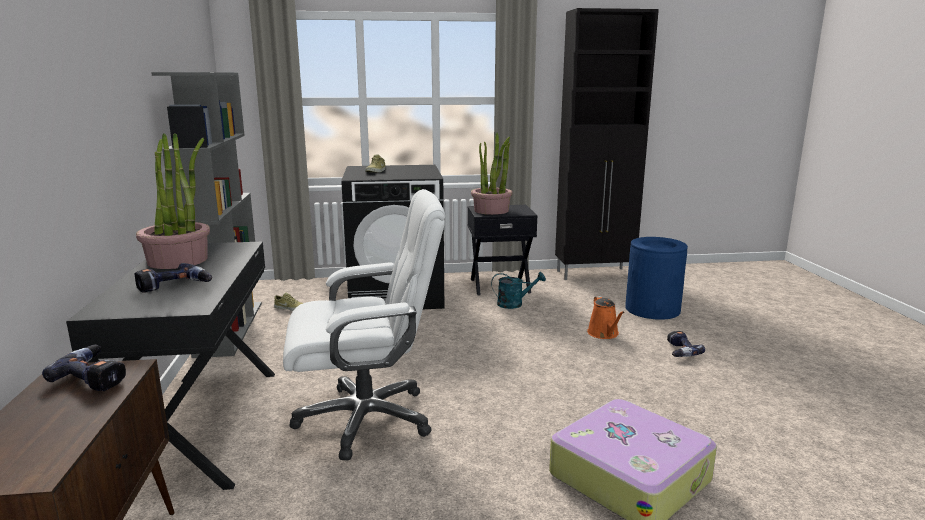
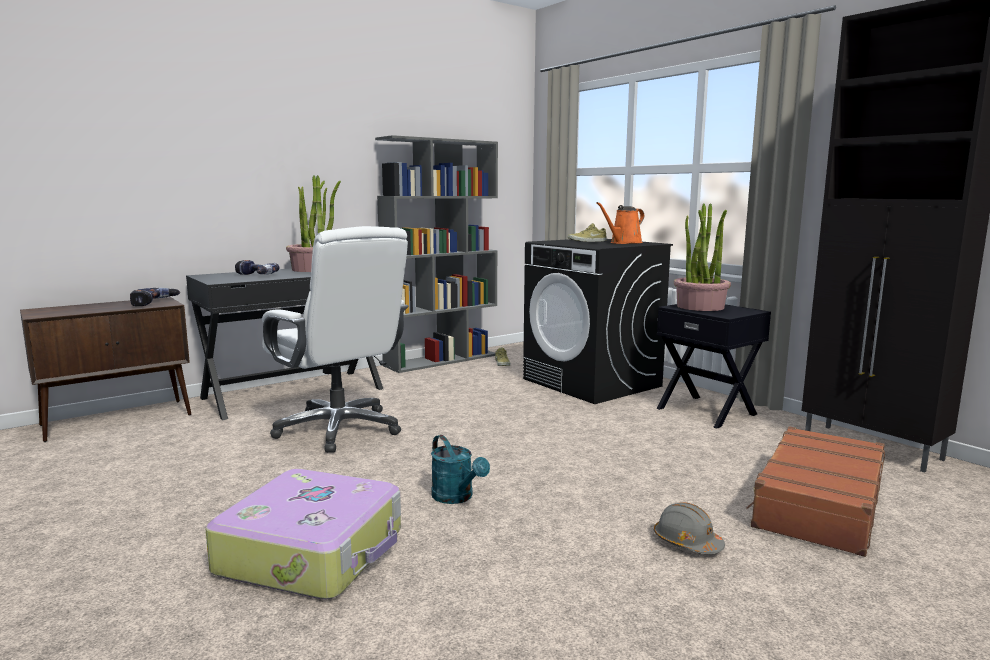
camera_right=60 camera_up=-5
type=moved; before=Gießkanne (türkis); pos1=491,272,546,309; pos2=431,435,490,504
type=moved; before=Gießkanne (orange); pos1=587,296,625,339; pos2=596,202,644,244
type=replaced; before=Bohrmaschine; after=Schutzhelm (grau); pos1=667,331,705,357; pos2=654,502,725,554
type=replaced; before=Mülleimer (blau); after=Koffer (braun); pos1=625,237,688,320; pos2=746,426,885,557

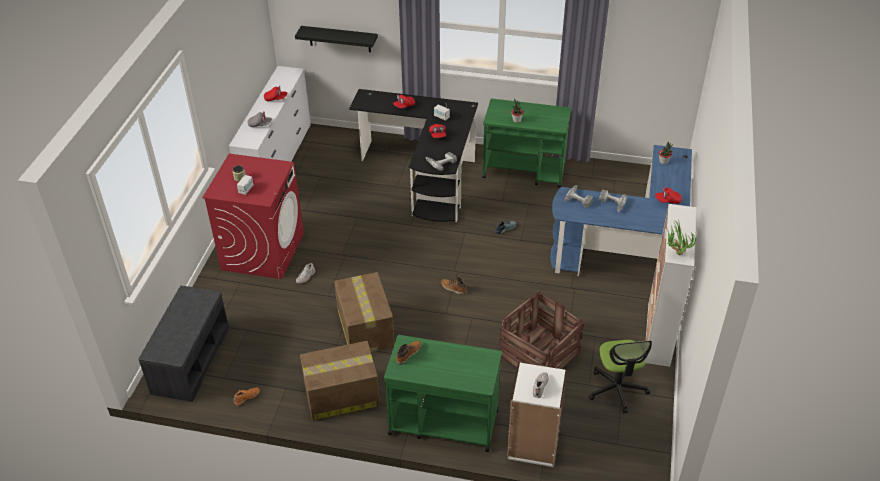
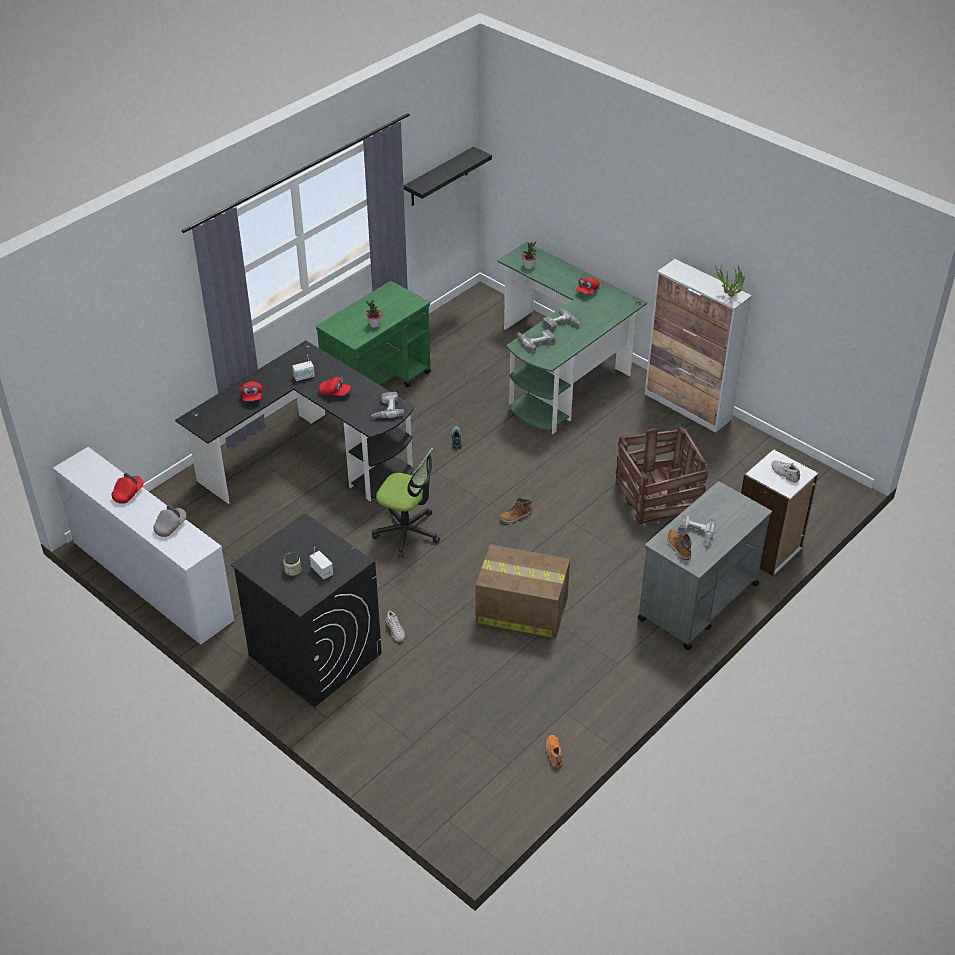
camera_right=-60 camera_up=0
type=recoloured; before=Waschmaschine (rot); after=Waschmaschine (schwarz); pos1=202,154,304,279; pos2=231,513,382,707
type=moved; before=Bürostuhl; pos1=588,340,652,414; pos2=372,448,440,558
type=moved; before=Wandregal (schwarz); pos1=295,26,378,52; pos2=404,147,492,206
type=recoloured; before=Schreibtisch (blau); after=Schreibtisch (grün); pos1=550,145,692,276; pos2=497,242,647,434
type=recoloured; before=Rollwagen (grün); after=Rollwagen (grau); pos1=384,335,502,452; pos2=638,481,772,650
type=added; after=Bohrmaschine; pos2=678,514,715,545
type=removed; before=Bank (grau); pos1=139,286,229,402
type=removed; before=Karton; pos1=300,341,380,421

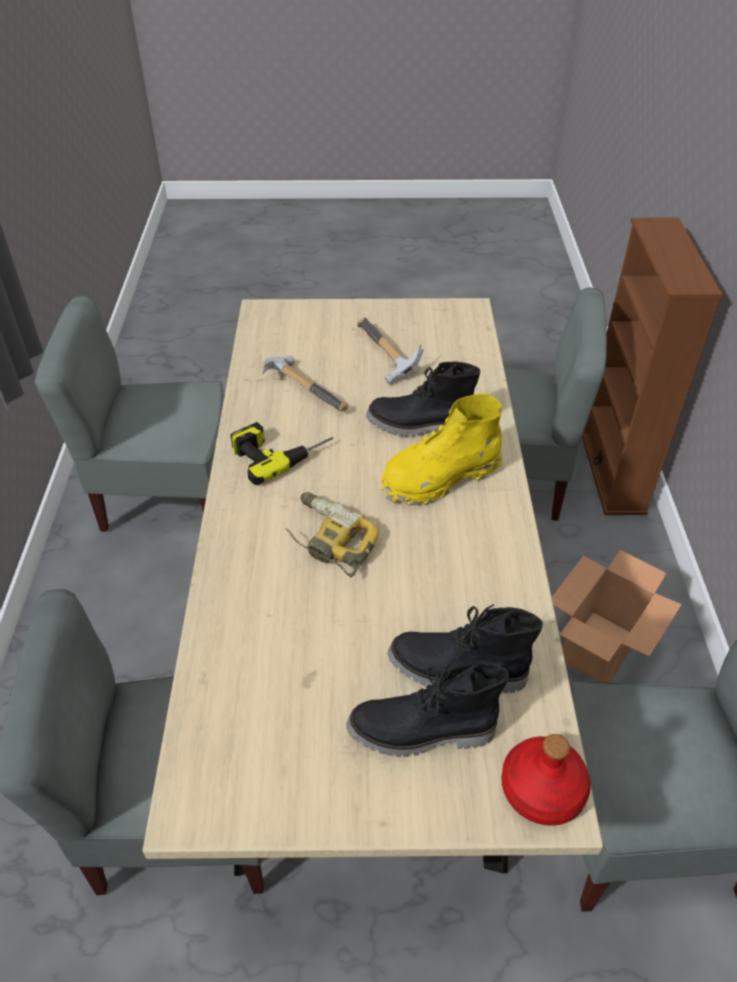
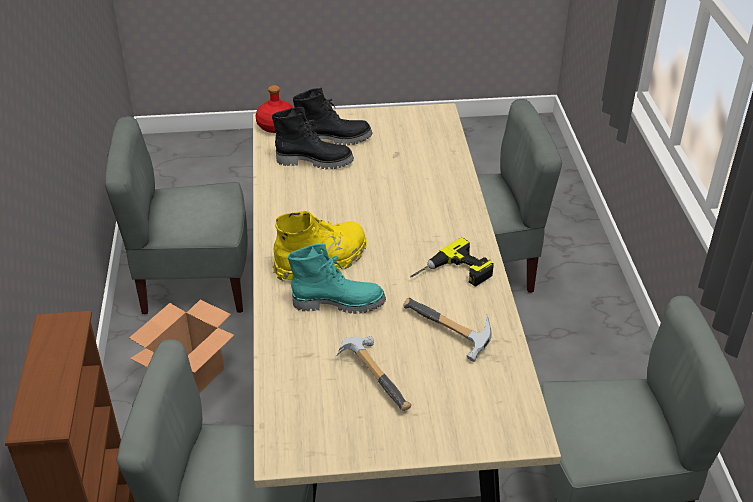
camera_right=175 camera_up=-5
type=recoloured; before=Stiefel (schwarz); after=Stiefel (türkis); pos1=366,361,480,437; pos2=288,244,386,314
type=removed; before=Bohrmaschine; pos1=285,492,379,577

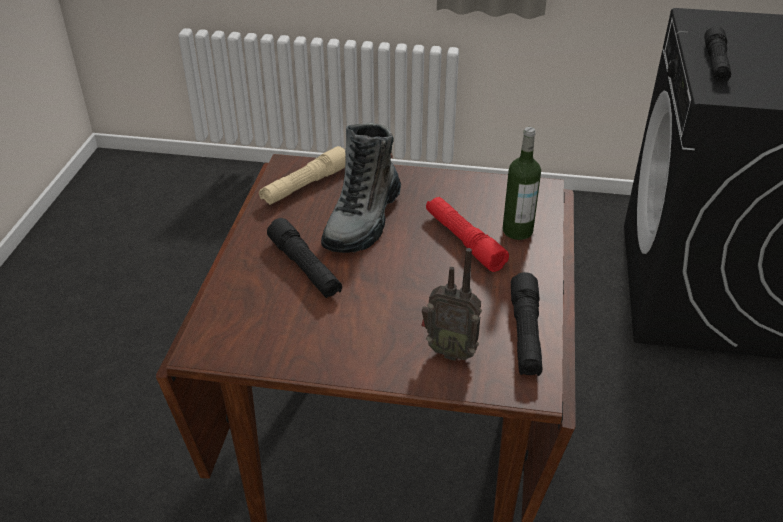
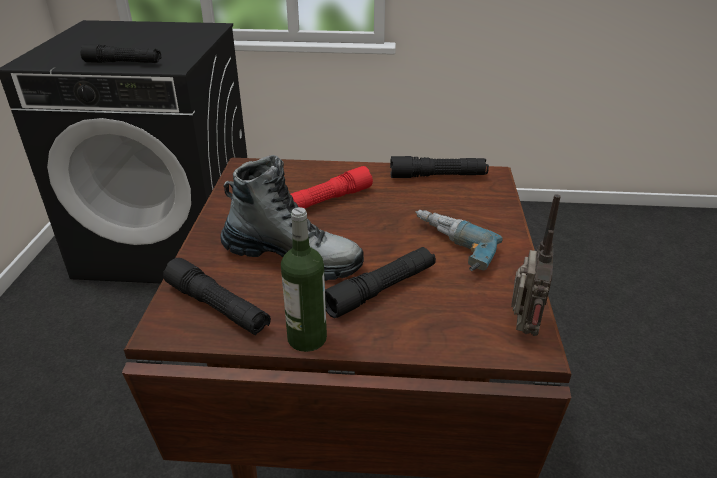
camera_right=-95 camera_up=-5
type=recoloured; before=Taschenlampe (beige); after=Taschenlampe (schwarz); pos1=259,146,346,205; pos2=163,258,271,335
type=moved; before=Flasche; pos1=502,127,541,240; pos2=281,207,327,352
type=added; after=Bohrmaschine; pos2=415,210,502,271
type=moved; before=Radio; pos1=422,248,482,361; pos2=511,194,561,336

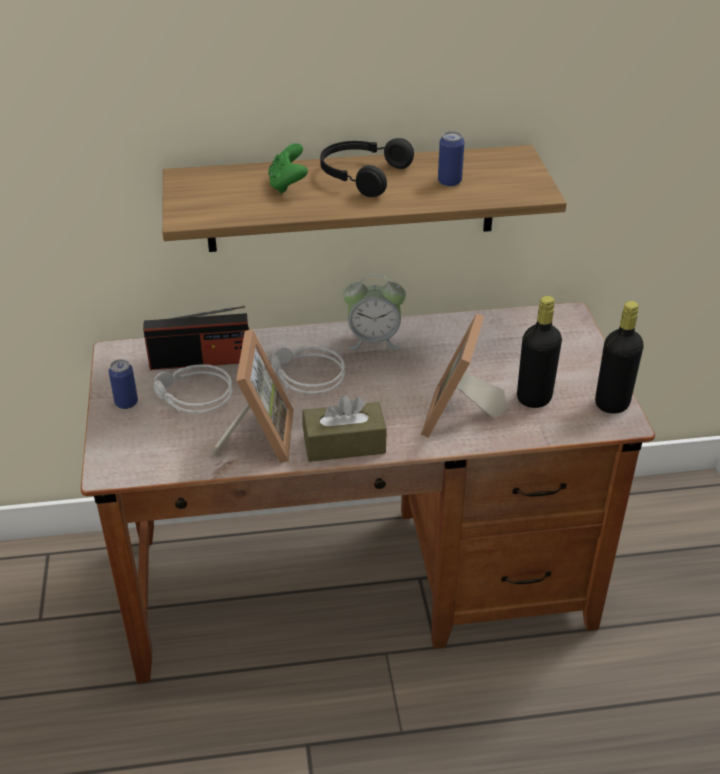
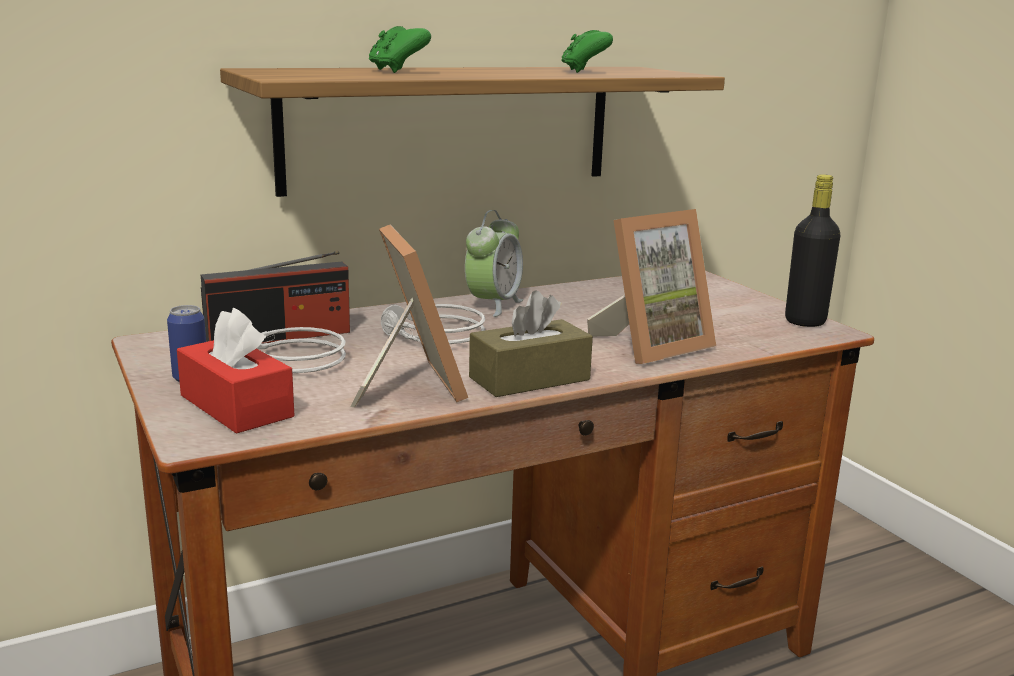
camera_right=-20 camera_up=-20
type=added; after=Taschentuchbox (rot); pos2=177,308,294,434
type=turned; before=Wecker; pos1=343,274,406,349; pos2=465,210,523,317; turn=-45
type=replaced; before=Dose; after=Gamepad (grün); pos1=438,131,464,187; pos2=561,30,613,73
type=turned; before=Bilderrahmen; pos1=421,313,507,438; pos2=587,209,716,364; turn=-120
type=removed; before=Kopfhörer (schwarz); pos1=320,138,414,197
type=removed; before=Flasche (schwarz); pos1=517,296,562,408

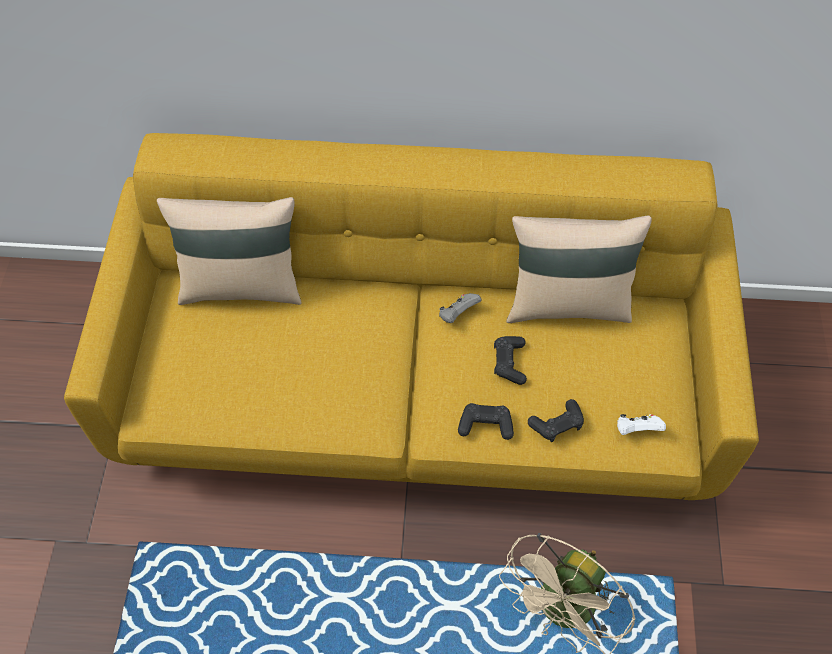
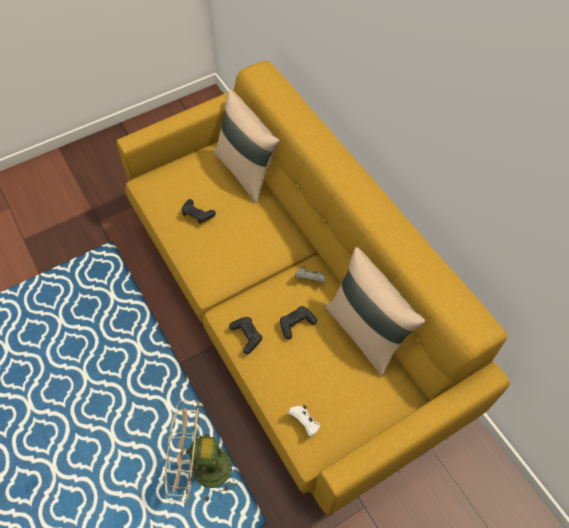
camera_right=55 camera_up=0
type=moved; before=Gamepad (schwarz); pos1=528,399,584,442; pos2=182,199,216,224

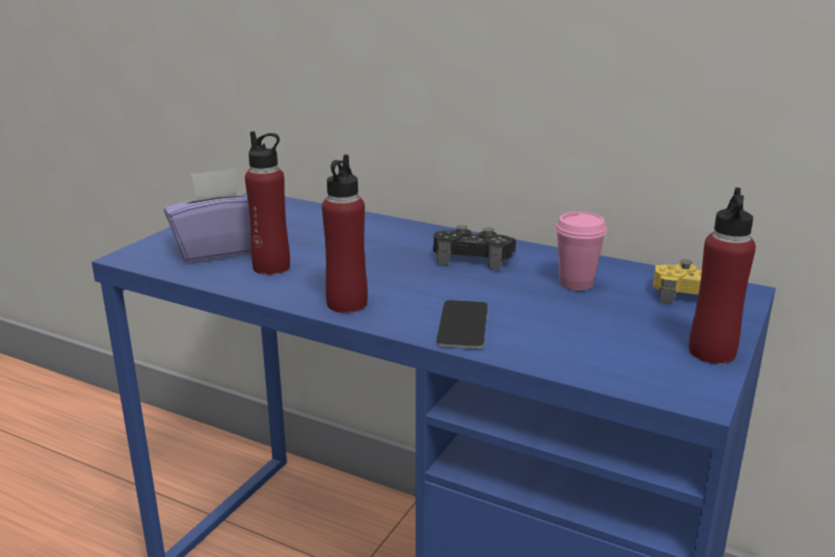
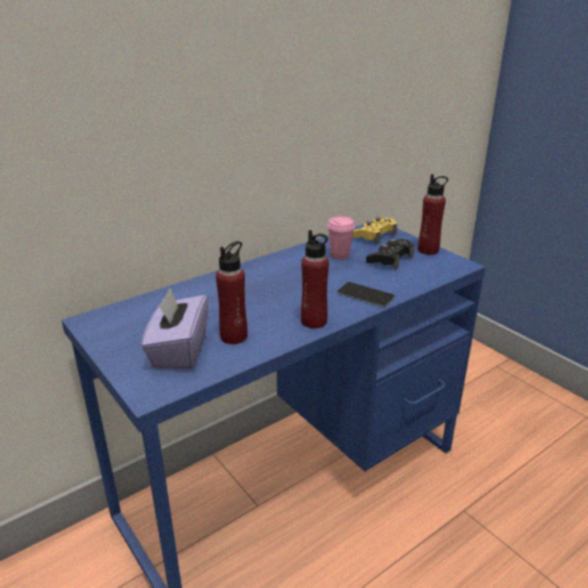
camera_right=-65 camera_up=5
type=moved; before=Gamepad (schwarz); pos1=433,225,516,270; pos2=366,239,414,270

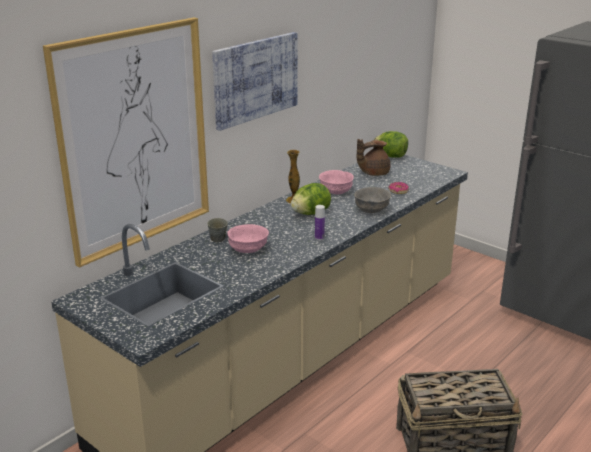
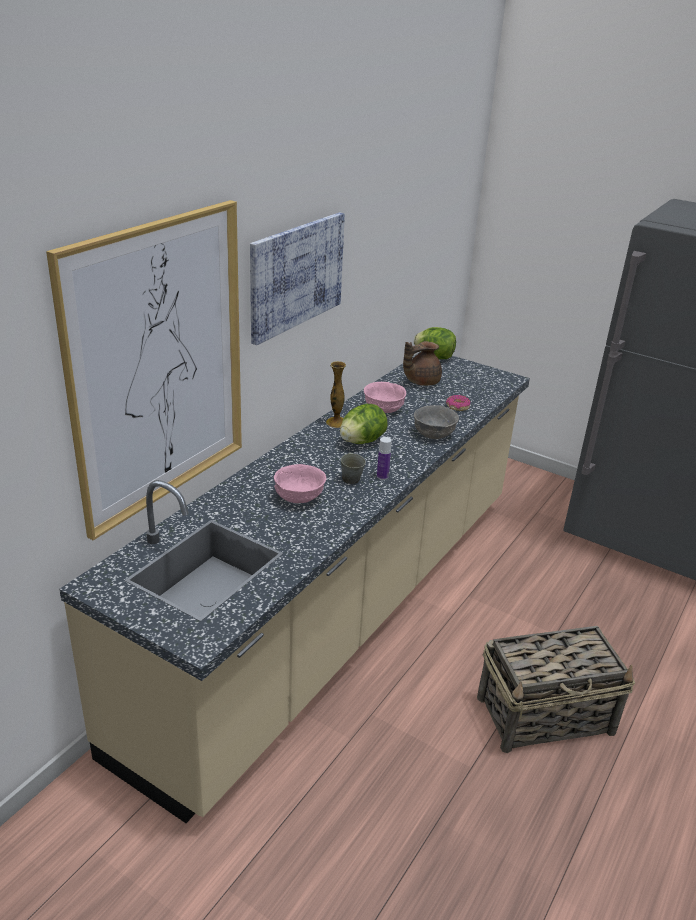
camera_right=-10 camera_up=5
type=moved; before=Henkelbecher (grau); pos1=207,218,228,242; pos2=341,453,366,484

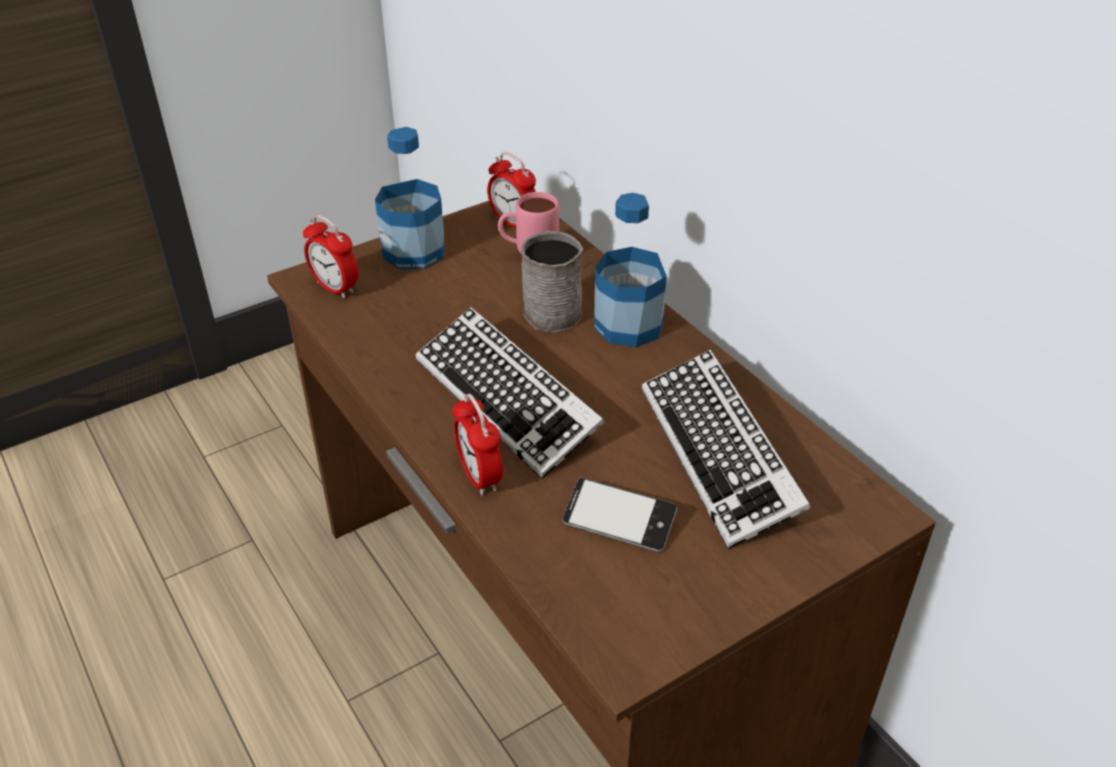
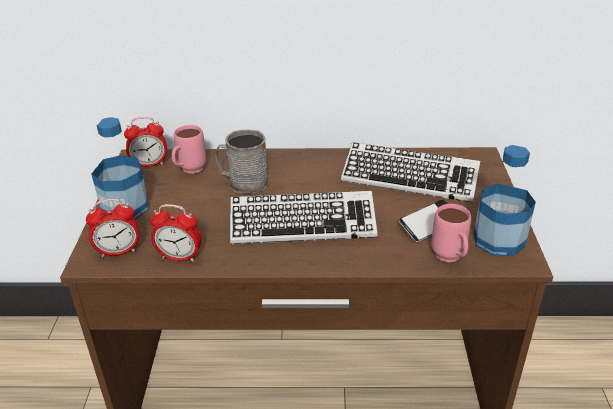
camera_right=-55 camera_up=-5
type=moved; before=Wecker; pos1=453,394,503,495; pos2=150,204,202,262
type=added; after=Henkelbecher (rosa); pos2=431,204,471,262
type=moved; before=Flasche; pos1=594,193,667,347; pos2=473,145,536,256

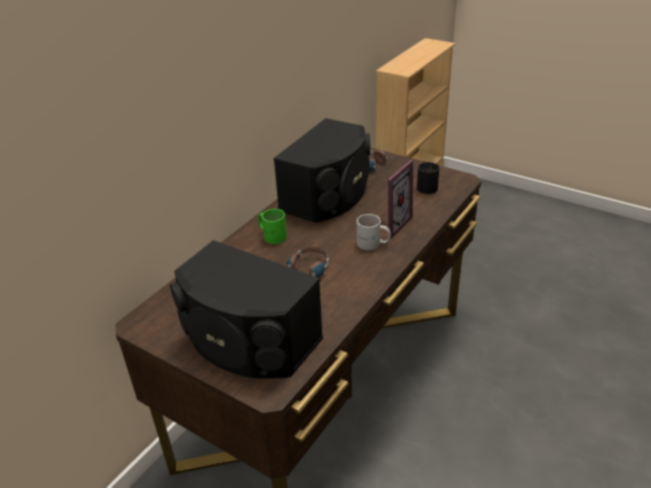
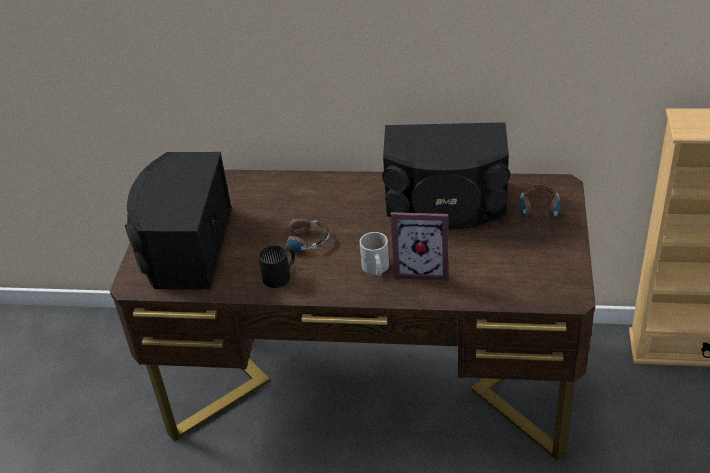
camera_right=65 camera_up=5
type=moved; before=Henkelbecher (schwarz); pos1=417,162,440,194; pos2=258,245,295,288
type=removed; before=Henkelbecher (grün); pos1=258,209,287,244

